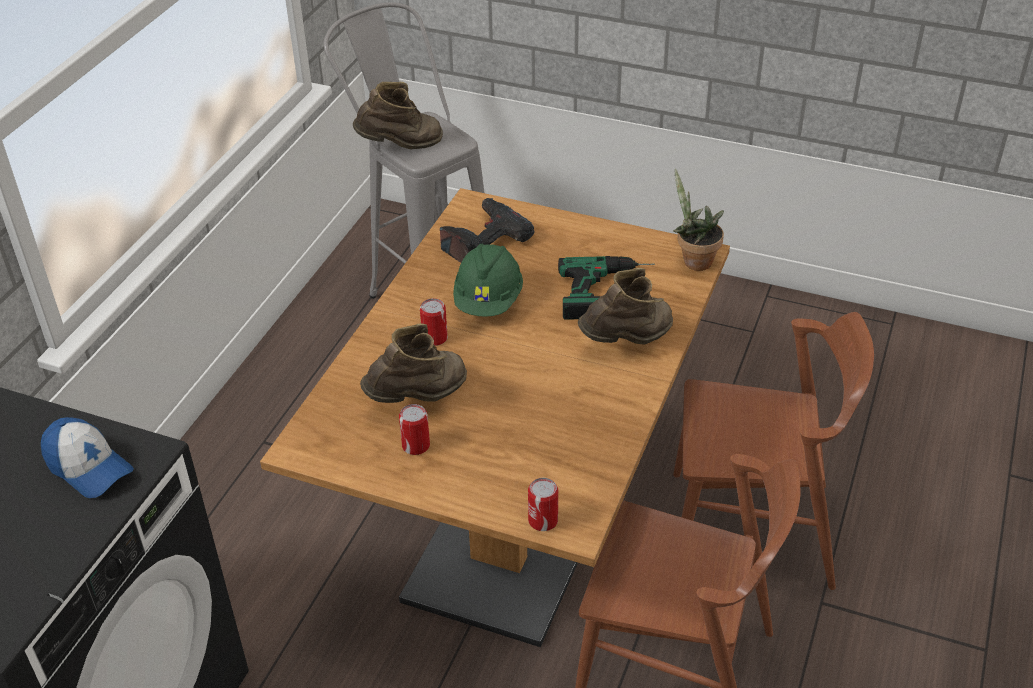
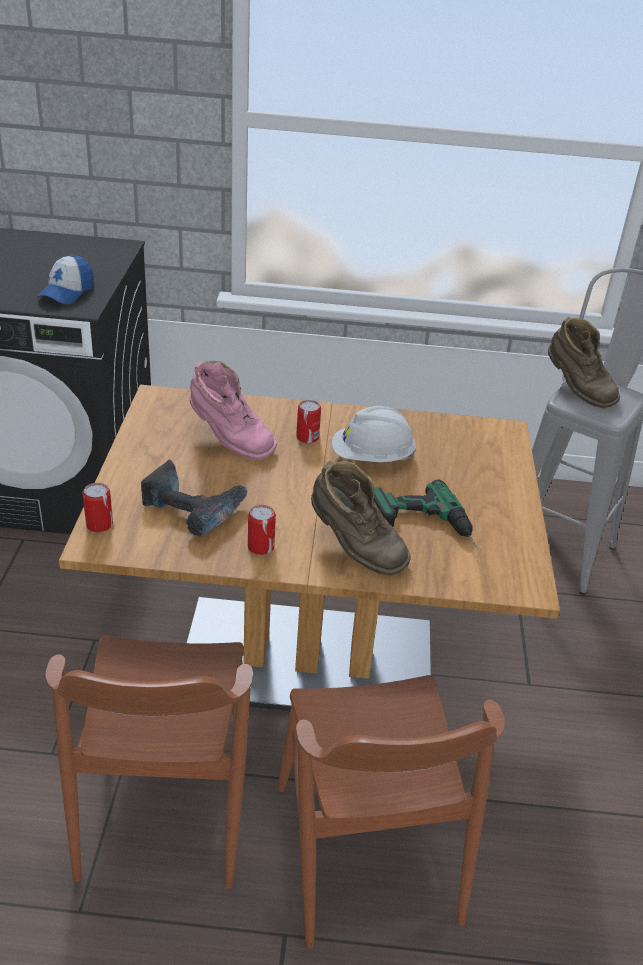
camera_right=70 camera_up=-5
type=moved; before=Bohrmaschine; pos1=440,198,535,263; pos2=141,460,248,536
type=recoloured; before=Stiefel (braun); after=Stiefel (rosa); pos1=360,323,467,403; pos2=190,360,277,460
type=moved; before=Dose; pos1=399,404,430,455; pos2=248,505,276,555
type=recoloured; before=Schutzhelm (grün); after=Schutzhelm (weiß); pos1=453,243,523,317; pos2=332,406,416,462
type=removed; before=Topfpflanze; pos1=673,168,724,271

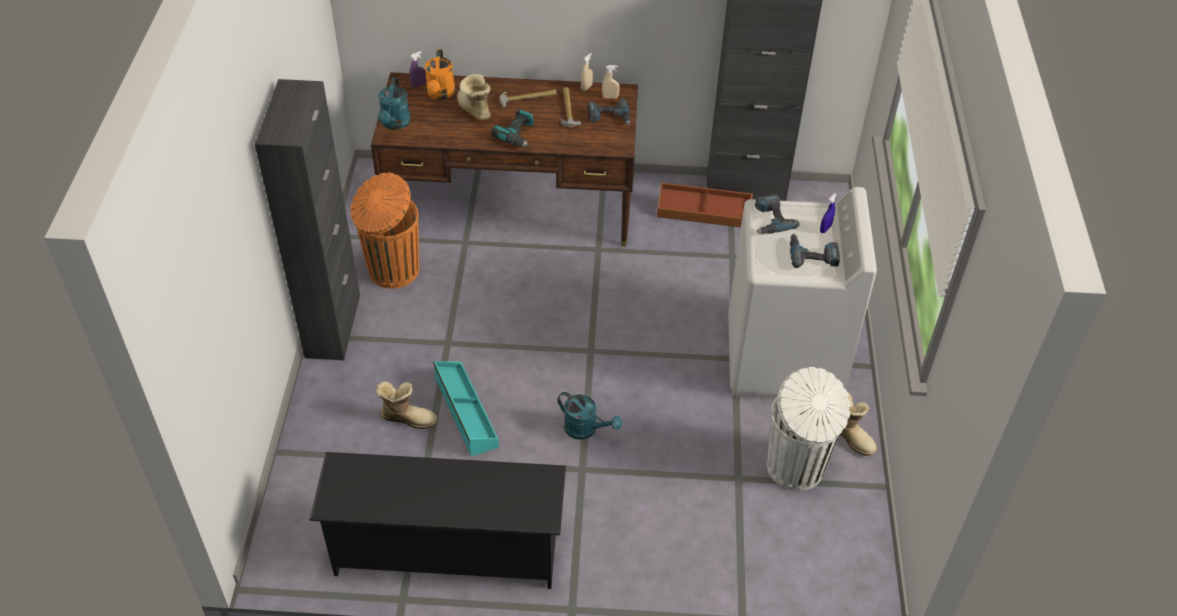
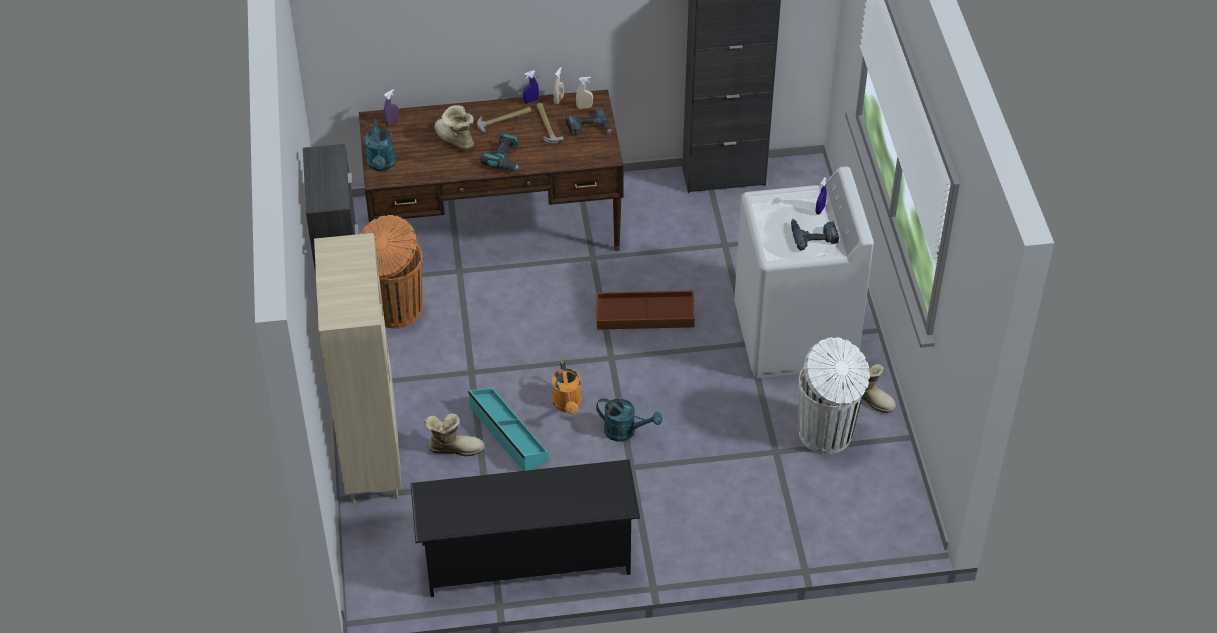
camera_right=-10 camera_up=0
type=added; after=Bücherregal (beige); pos2=314,233,402,504
type=added; after=Sprühflasche (blau); pos2=523,70,539,104
type=moved; before=Gießkanne (orange); pos1=425,49,455,100; pos2=552,361,582,415
type=moved; before=Aufbewahrungsbox (braun); pos1=657,183,753,227; pos2=596,290,695,330
type=removed; before=Bohrmaschine; pos1=755,194,799,234

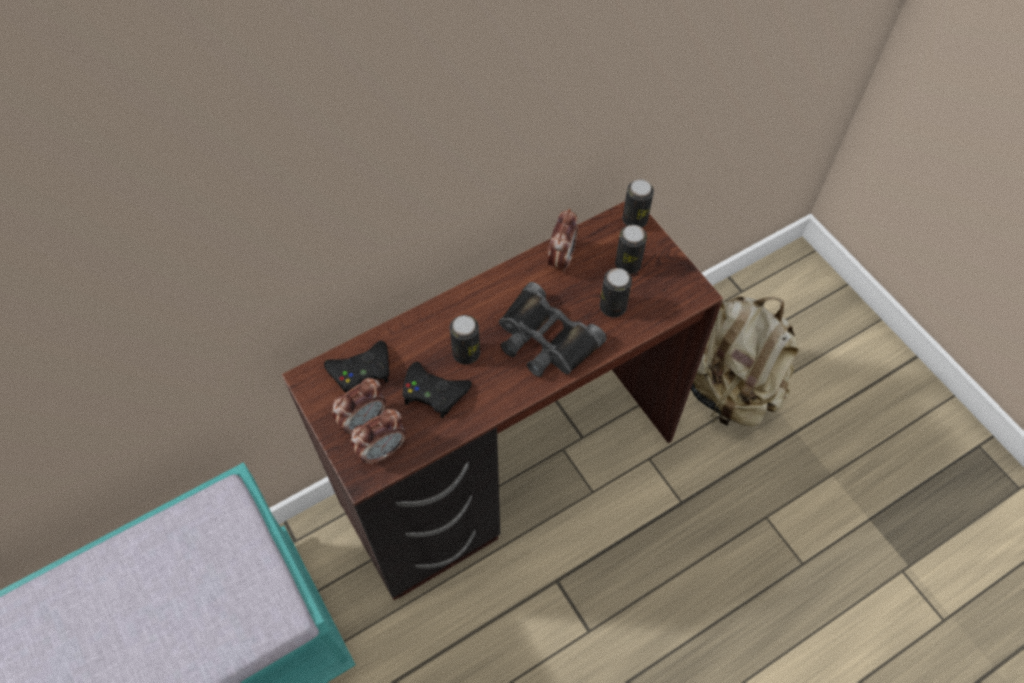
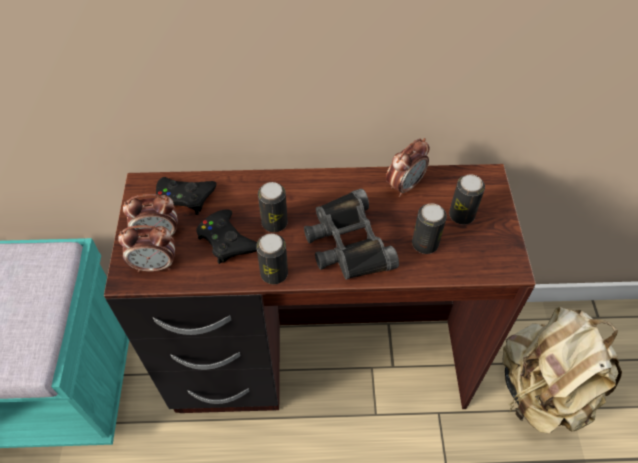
camera_right=30 camera_up=-5
type=moved; before=Dose; pos1=623,179,654,228; pos2=256,234,288,284

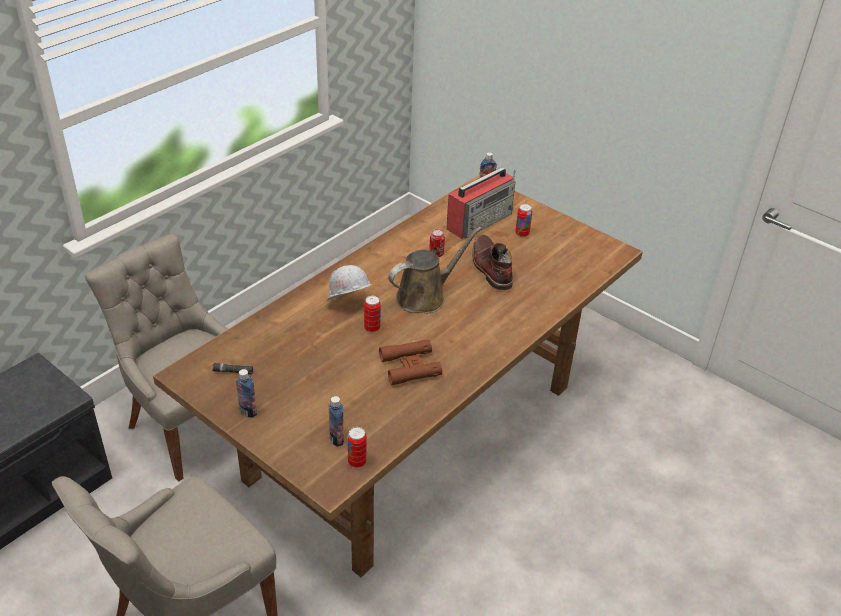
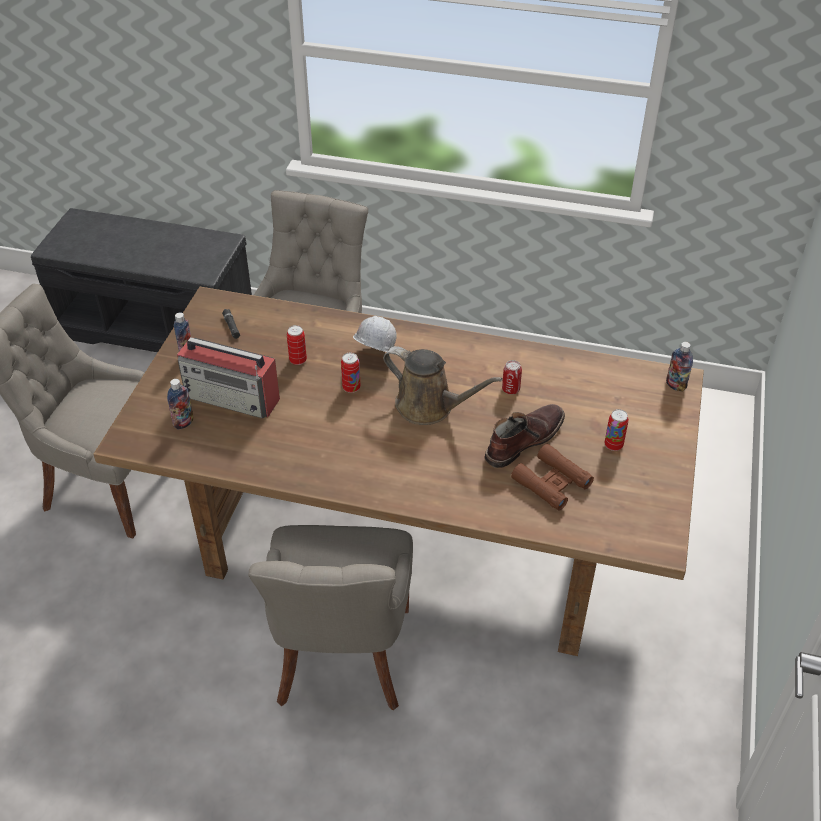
camera_right=65 camera_up=5
type=moved; before=Radio; pos1=447,167,516,239; pos2=177,337,280,418
type=added; after=Stuhl (grau); pos2=248,525,413,710
type=moved; before=Dose; pos1=347,427,367,468; pos2=287,325,307,365
type=moved; before=Fernglas (braun); pos1=379,340,442,385; pos2=511,444,594,511

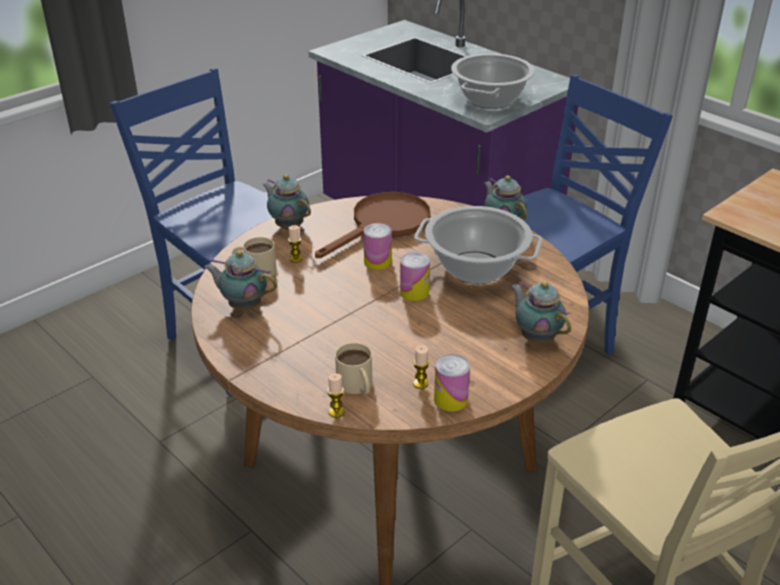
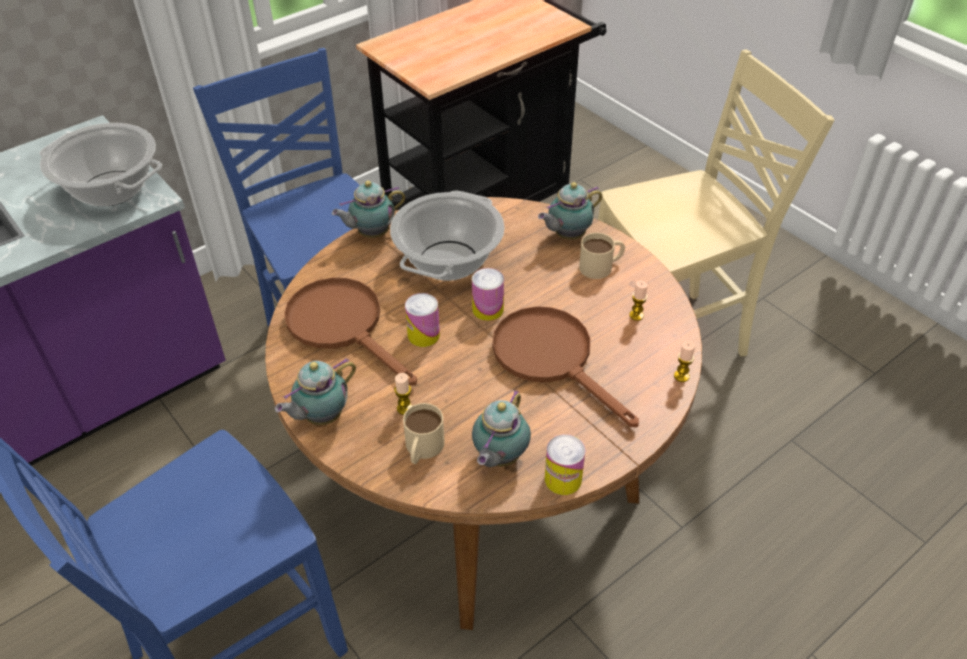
camera_right=-85 camera_up=10
type=added; after=Pfanne (braun); pos2=492,306,639,427
type=moved; before=Dose; pos1=434,354,470,412; pos2=545,434,586,495
type=moved; before=Henkelbecher (beige); pos1=335,343,372,395; pos2=579,233,625,279

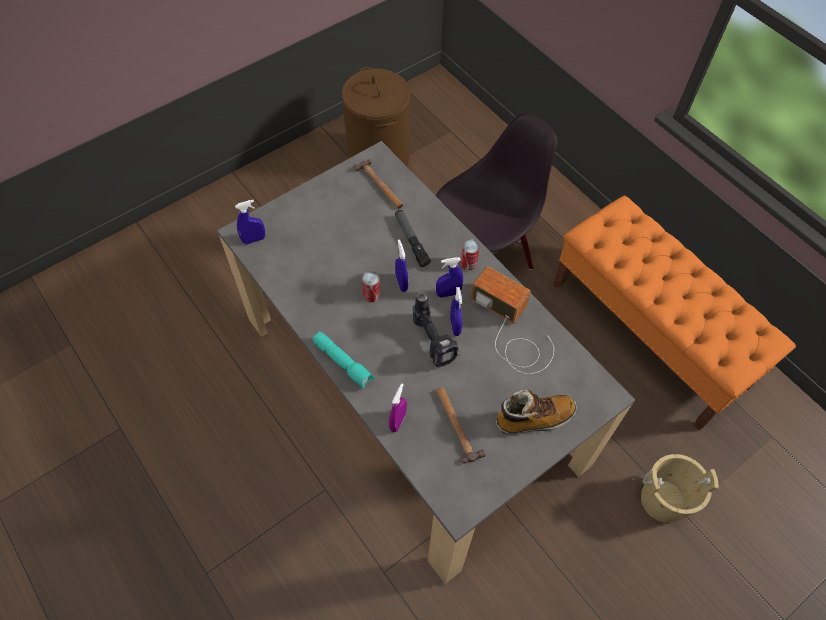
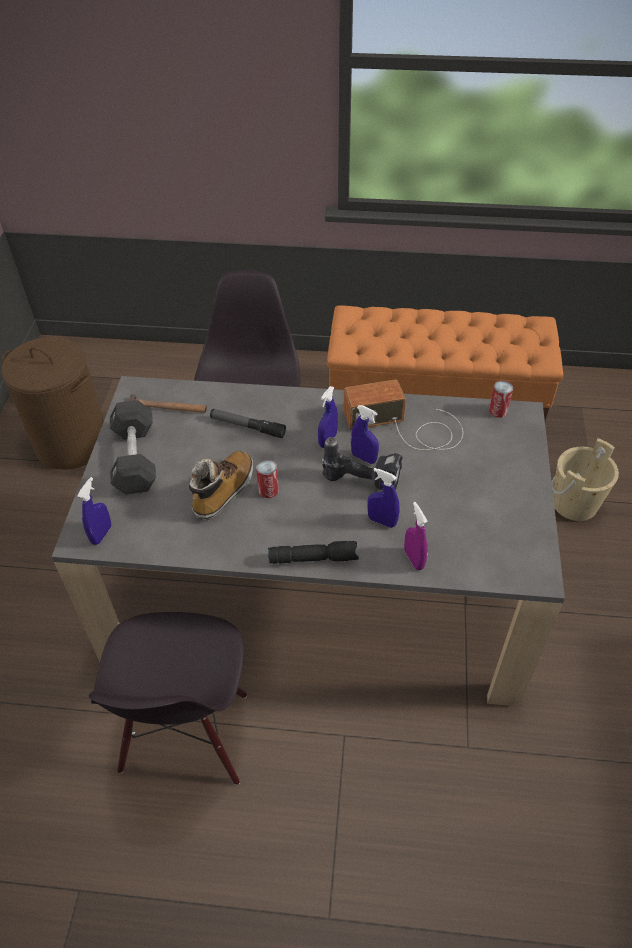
camera_right=-45 camera_up=-10
type=added; after=Stuhl (schwarz); pos2=89,612,247,785
type=added; after=Hantel (schwarz); pos2=110,400,156,495
type=moved; before=Stiefel; pos1=496,389,576,434; pos2=189,451,253,520
type=recoloured; before=Taschenlampe (türkis); after=Taschenlampe (schwarz); pos1=312,331,374,389; pos2=268,541,359,564
type=moved; before=Sprühflasche (blau); pos1=395,240,408,292; pos2=368,468,400,528
type=moved; before=Dose; pos1=460,239,480,270; pos2=489,381,513,418
type=removed; before=Hammer; pos1=436,387,485,464

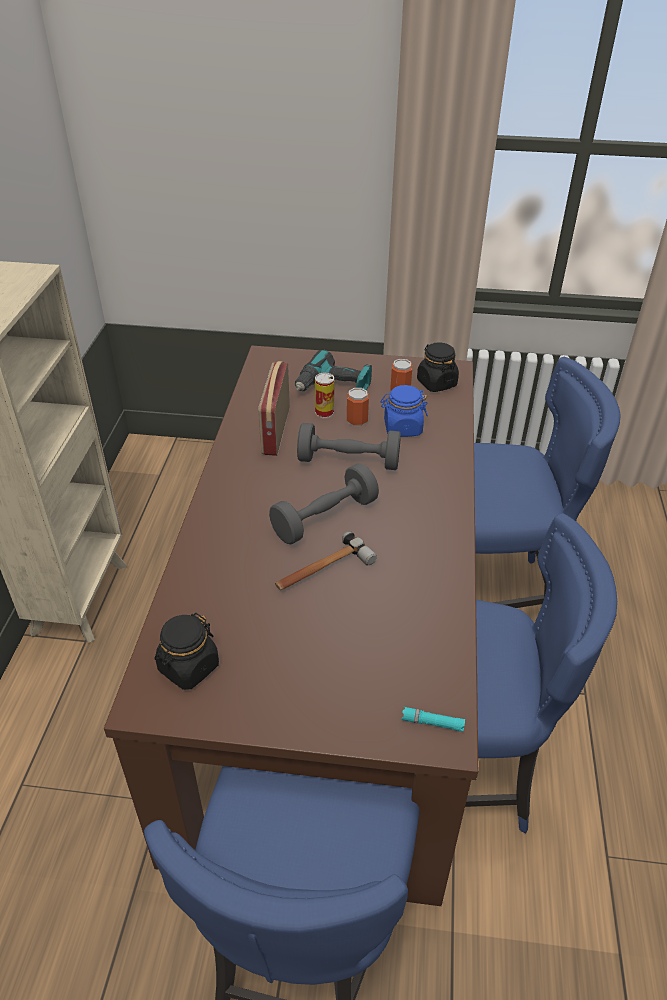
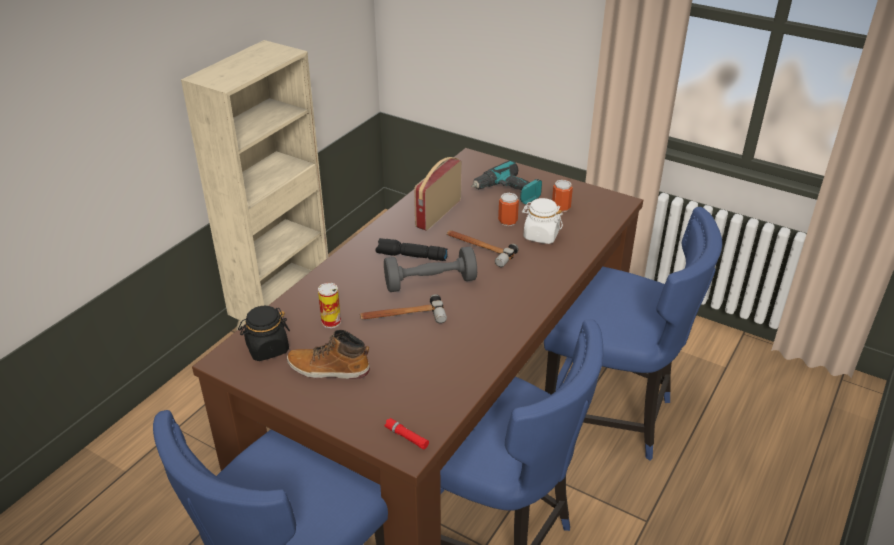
camera_right=25 camera_up=-5
type=added; after=Stiefel; pos2=287,330,370,379
type=moved; before=Dose; pos1=315,373,334,418; pos2=318,283,341,328
type=added; after=Taschenlampe (schwarz); pos2=375,238,448,261
type=recoloured; before=Taschenlampe (türkis); after=Taschenlampe (rot); pos1=402,707,465,732; pos2=384,418,429,449
type=replaced; before=Hantel (grau); after=Hammer; pos1=297,423,401,470; pos2=446,230,518,267
type=recoloured; before=Vorratsglas (blau); after=Vorratsglas (weiß); pos1=380,385,428,437; pos2=522,198,563,244
type=removed; before=Vorratsglas (schwarz); pos1=417,343,459,392

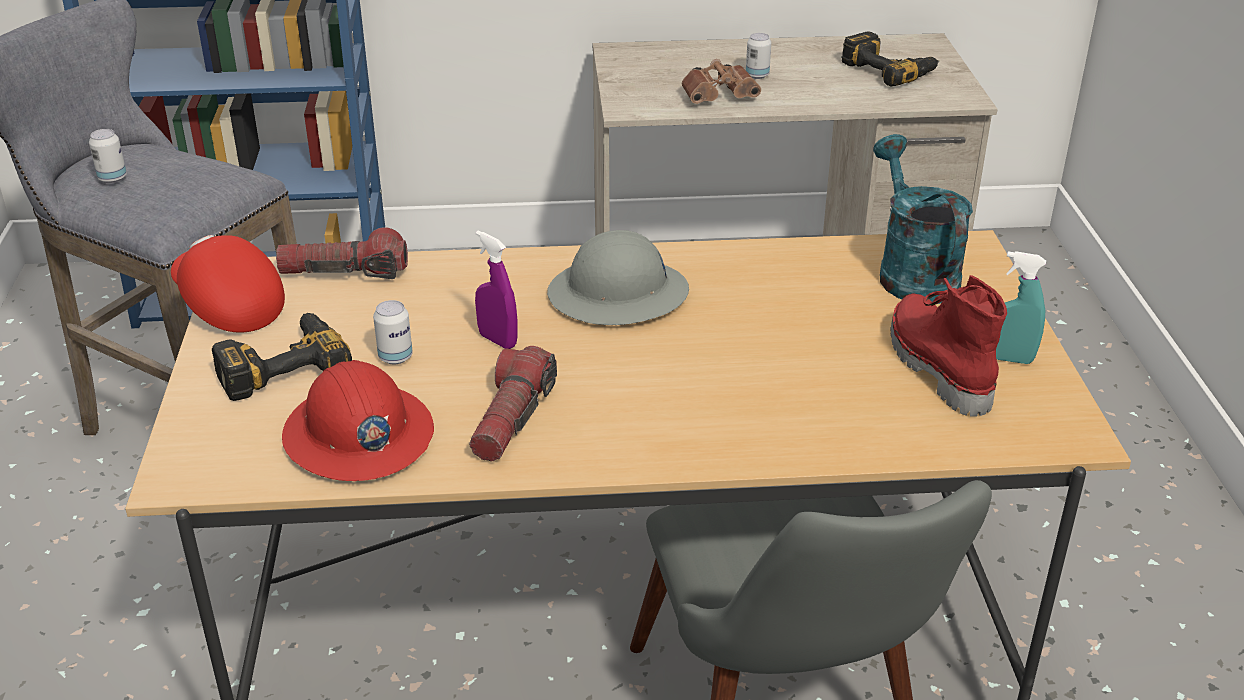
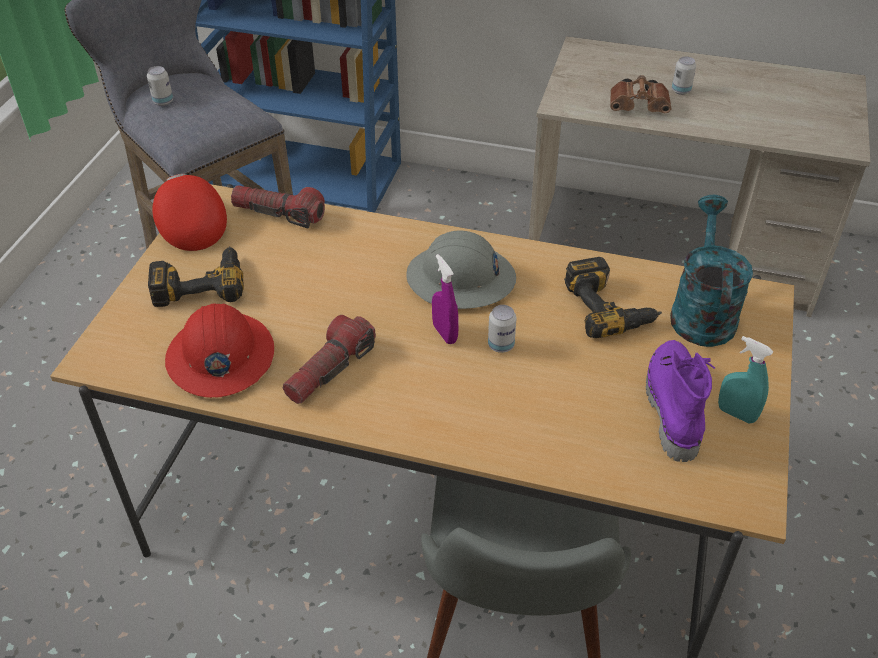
camera_right=20 camera_up=10
type=moved; before=Sprühflasche (lila); pos1=475,231,518,349; pos2=432,254,459,344
type=moved; before=Dose; pos1=373,300,413,365; pos2=488,305,516,353
type=moved; before=Bohrmaschine; pos1=841,32,939,87; pos2=564,257,662,338
type=recoloured; before=Stiefel (rot); after=Stiefel (lila); pos1=891,275,1007,417; pos2=646,340,715,462

